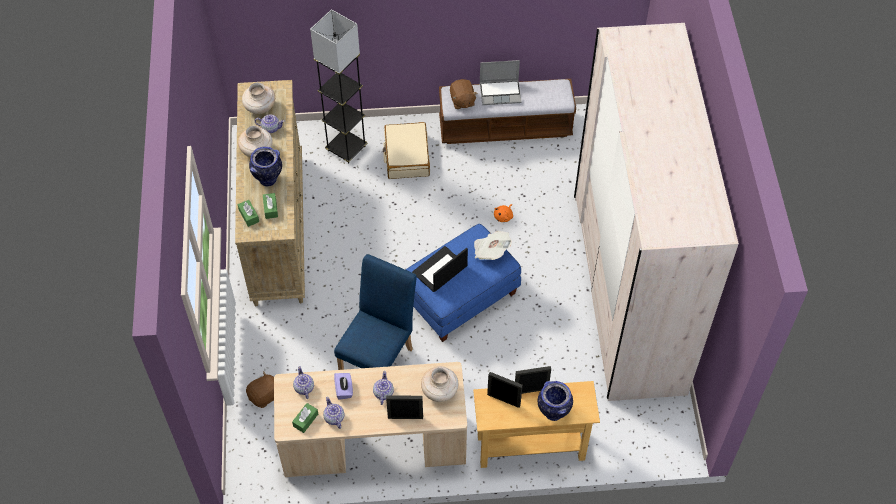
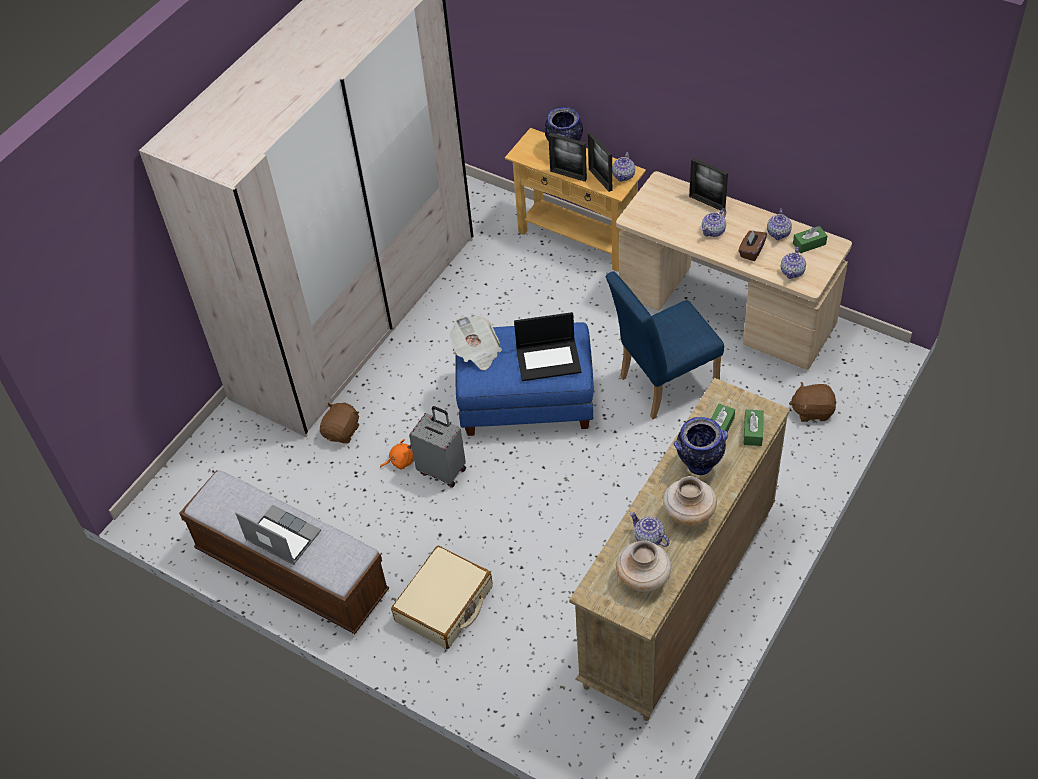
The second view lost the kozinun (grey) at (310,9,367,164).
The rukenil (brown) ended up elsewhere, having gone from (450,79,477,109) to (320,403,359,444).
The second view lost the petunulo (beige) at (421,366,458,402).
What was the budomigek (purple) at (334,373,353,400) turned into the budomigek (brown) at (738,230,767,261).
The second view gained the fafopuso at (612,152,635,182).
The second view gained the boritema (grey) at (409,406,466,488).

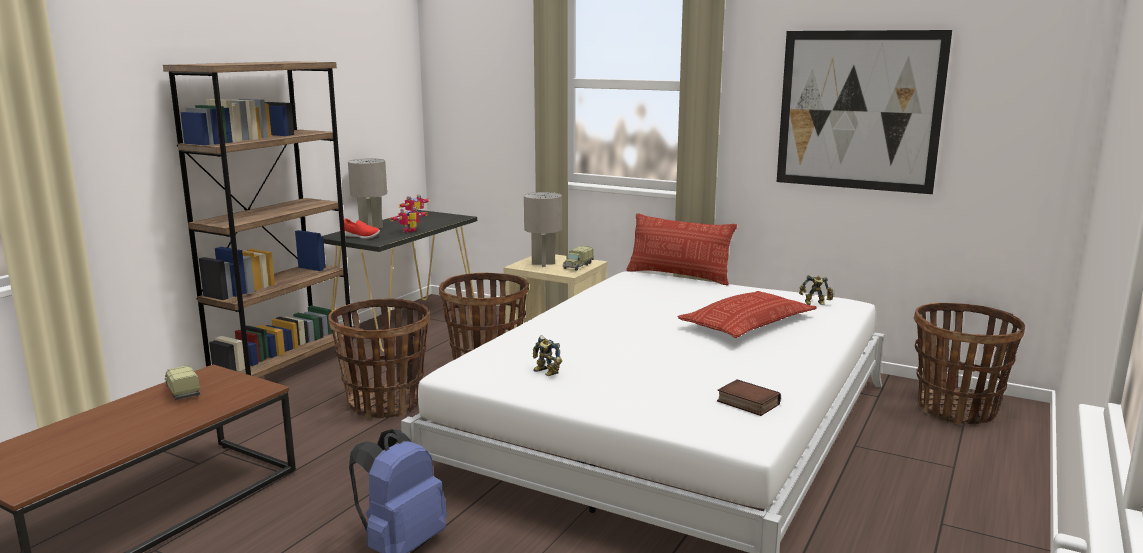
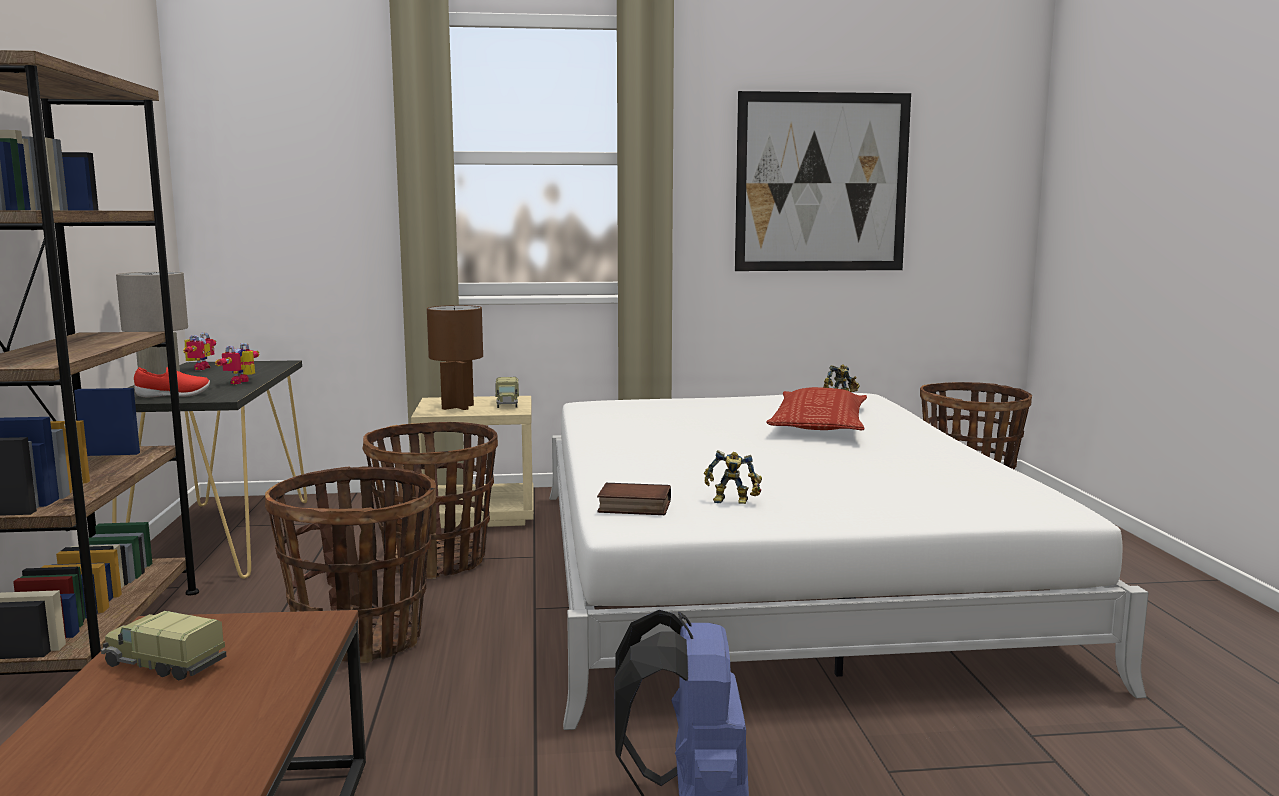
What was the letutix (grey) at (524,192,562,267) turned into the letutix (brown) at (427,305,483,410).
The second view lost the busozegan at (626,213,737,285).
The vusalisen ended up elsewhere, having gone from (717,379,781,416) to (597,483,671,515).

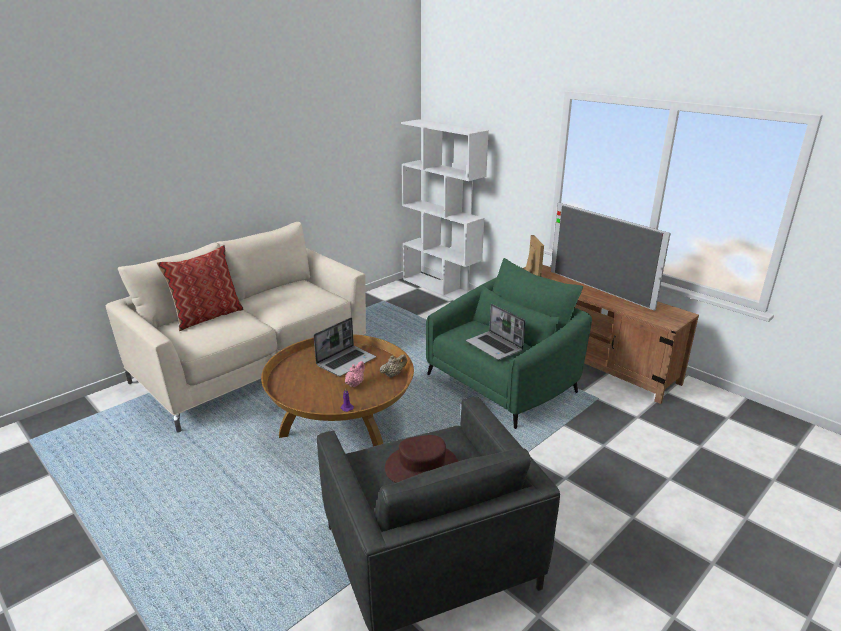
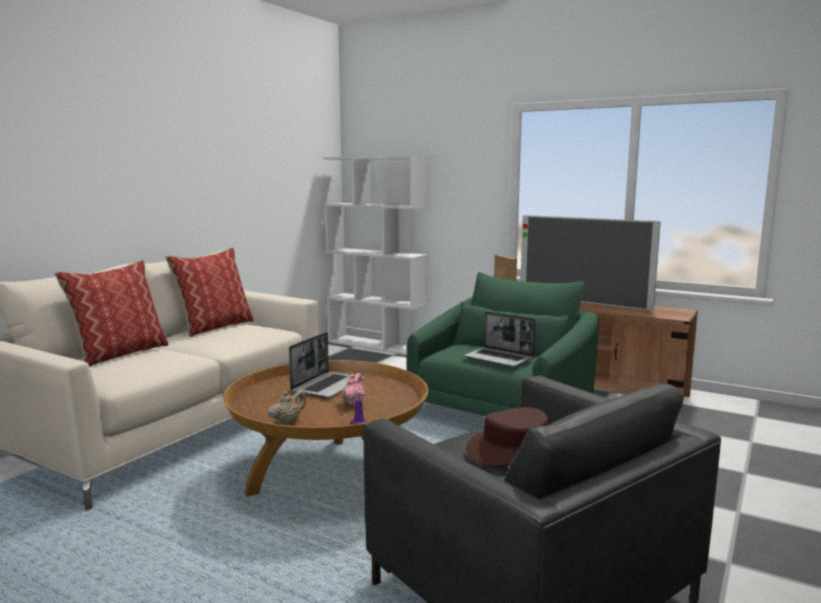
The fafopuso (beige) ended up elsewhere, having gone from (380,354,407,378) to (268,390,306,425).
The second view gained the busozegan at (165,248,254,337).

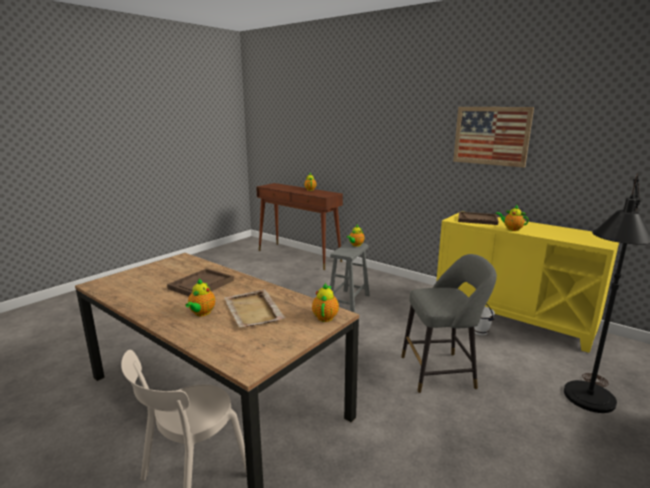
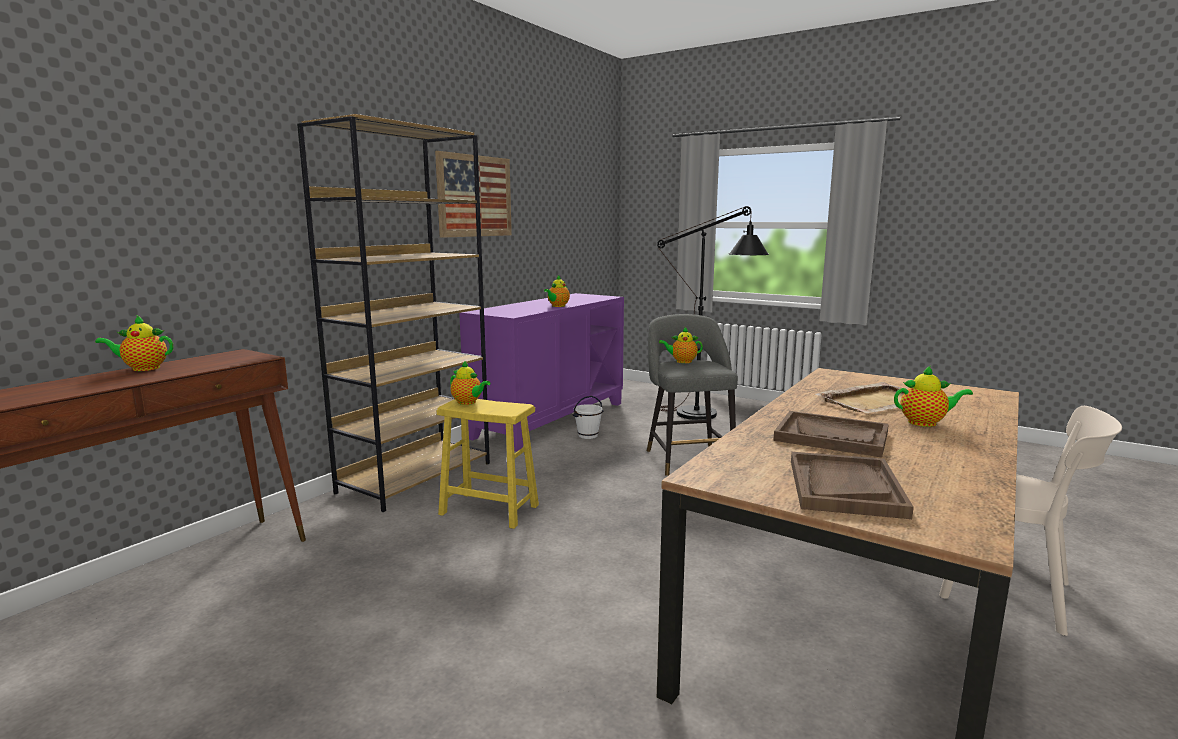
What was the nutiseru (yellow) at (436,211,619,353) turned into the nutiseru (purple) at (459,293,624,452).
The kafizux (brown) ended up elsewhere, having gone from (458,212,499,225) to (791,452,914,519).
What was the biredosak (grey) at (330,241,370,312) turned into the biredosak (yellow) at (437,399,539,529).
The fafopuso ended up elsewhere, having gone from (312,283,339,322) to (659,326,703,363).
The second view gained the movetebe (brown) at (297,114,490,512).

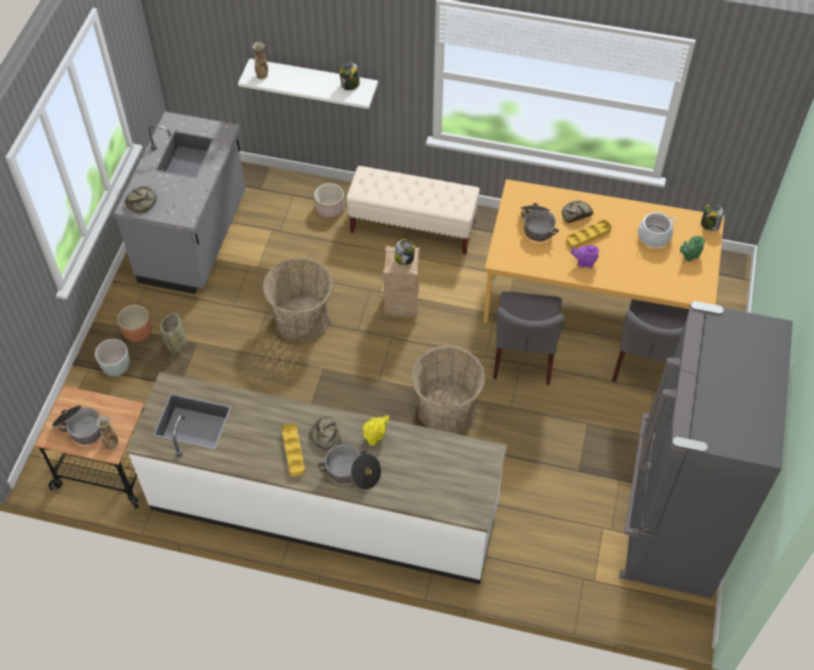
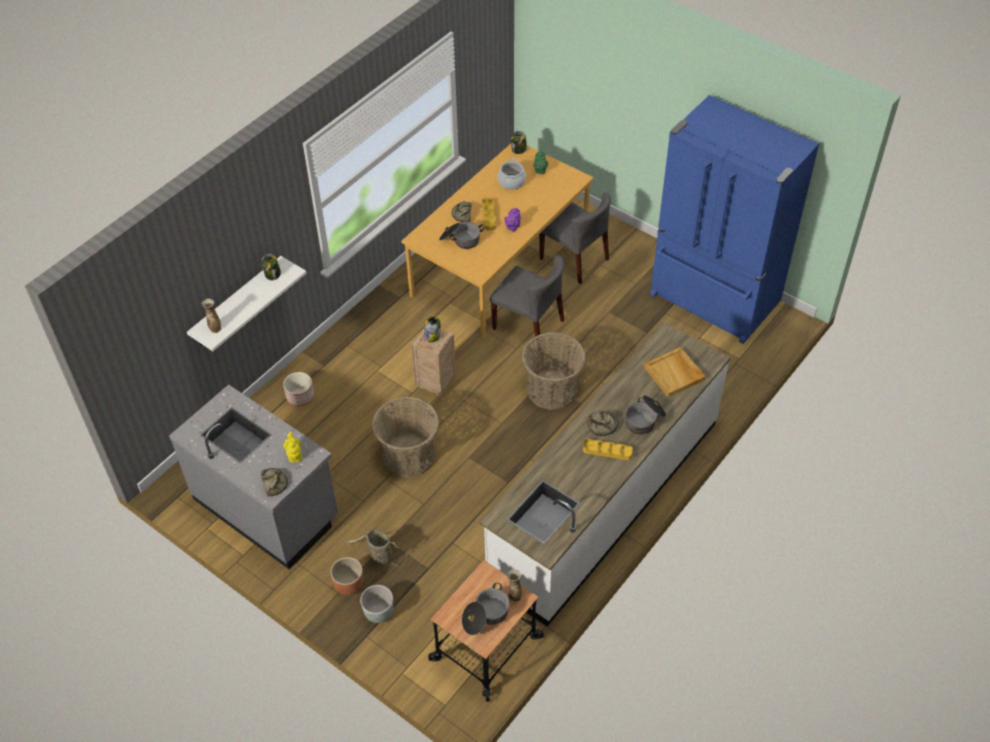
The second view lost the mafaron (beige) at (346,166,480,254).
What was the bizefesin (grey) at (619,301,793,598) turned into the bizefesin (blue) at (650,95,819,344).
The fafopuso (yellow) ended up elsewhere, having gone from (363,415,389,445) to (283,432,302,463).
The second view gained the kafizux (beige) at (644,347,706,397).

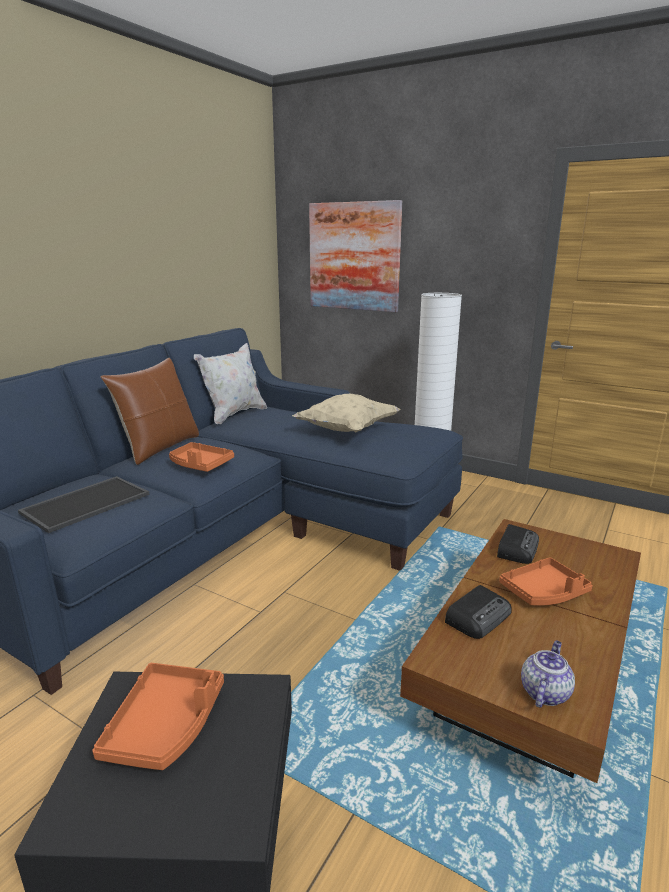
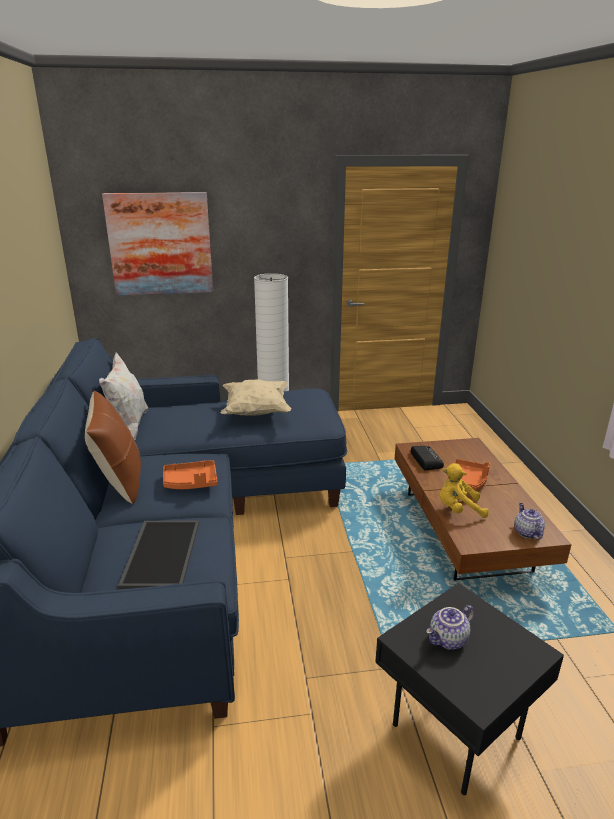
Where the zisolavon stood at (445,585,512,639), the rukenil (yellow) came to stand at (440,463,489,518).
Where the kafizux (orange) stood at (92,663,224,770), the fafopuso came to stand at (426,605,474,650).

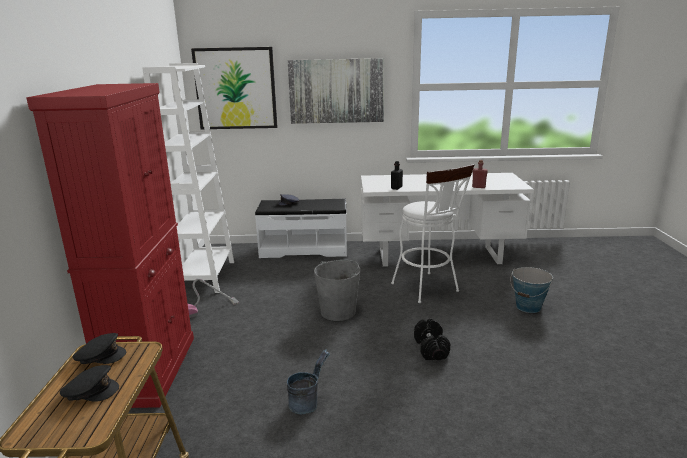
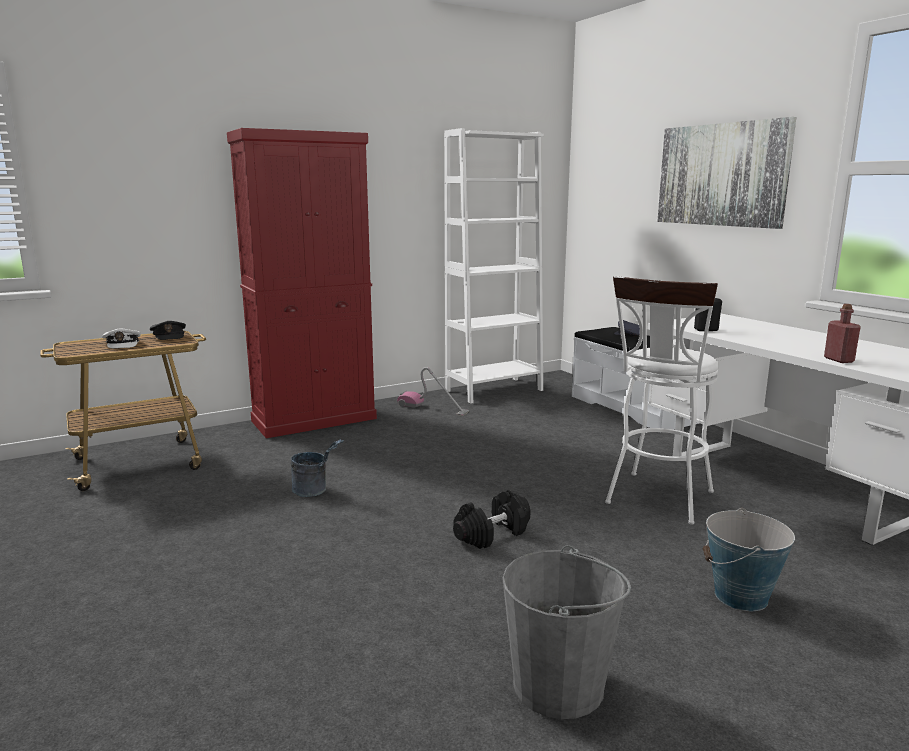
The second view lost the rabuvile at (191,47,277,129).
The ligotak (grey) ended up elsewhere, having gone from (314,260,361,321) to (502,545,631,719).
What was the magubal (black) at (60,365,119,402) turned into the magubal (white) at (102,329,141,348).

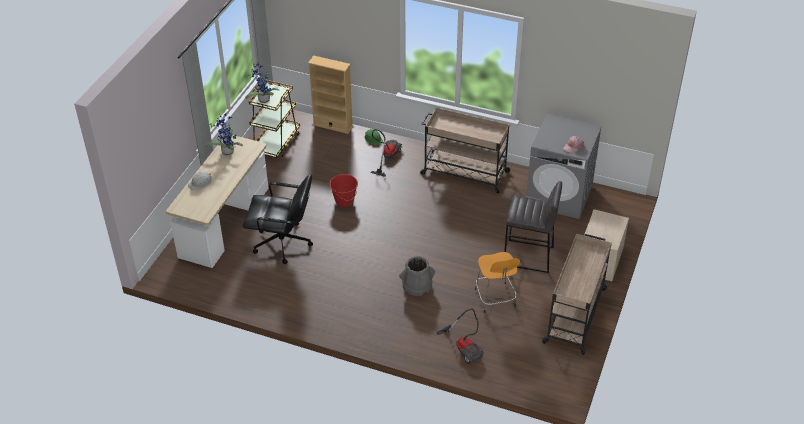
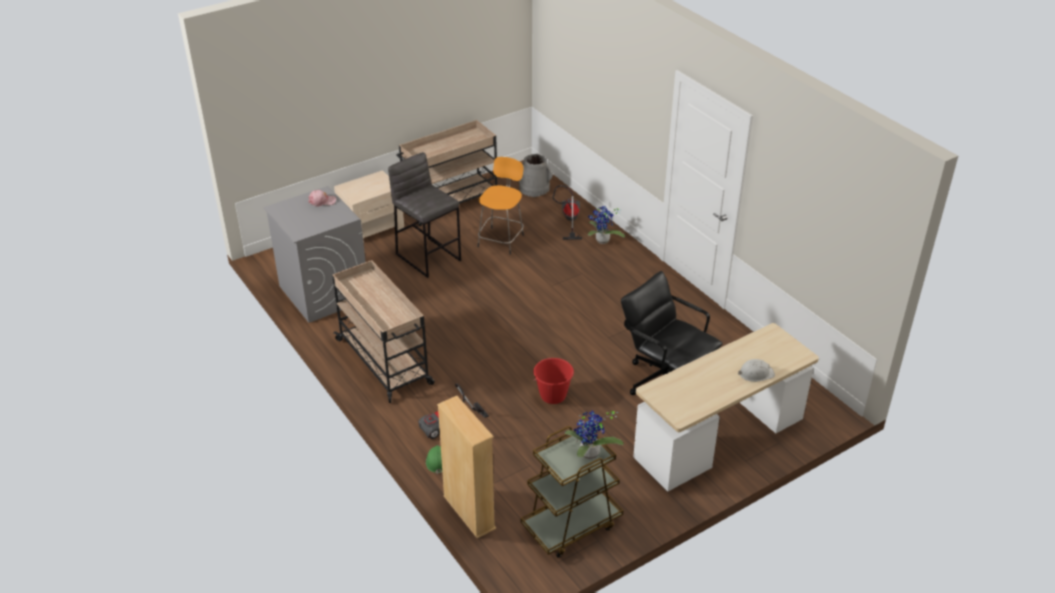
The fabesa ended up elsewhere, having gone from (206,114,243,156) to (588,206,625,244).
The ligotak (grey) ended up elsewhere, having gone from (399,256,435,296) to (519,154,553,197).

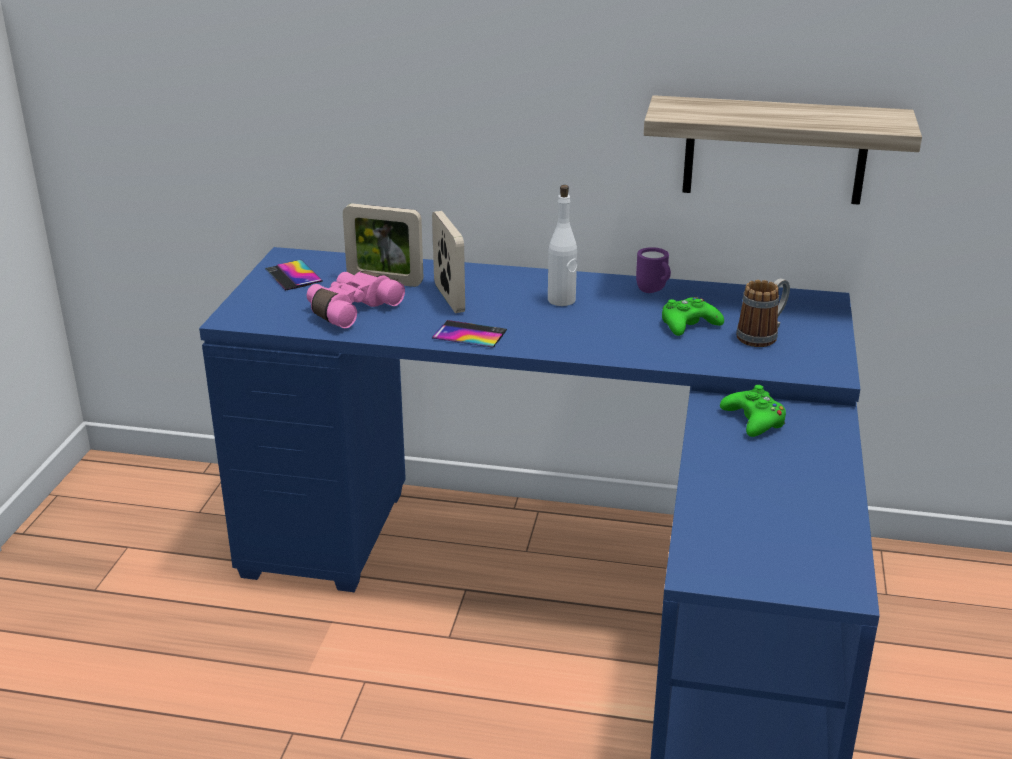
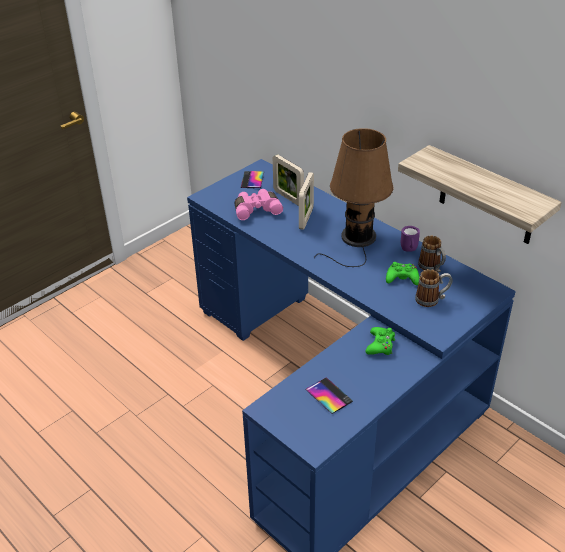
Where the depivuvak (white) stood at (548,185,578,306), the letutix (brown) came to stand at (314,128,393,267).
The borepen ended up elsewhere, having gone from (432,320,507,348) to (305,377,353,414).
The second view gained the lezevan at (418,235,446,273).

